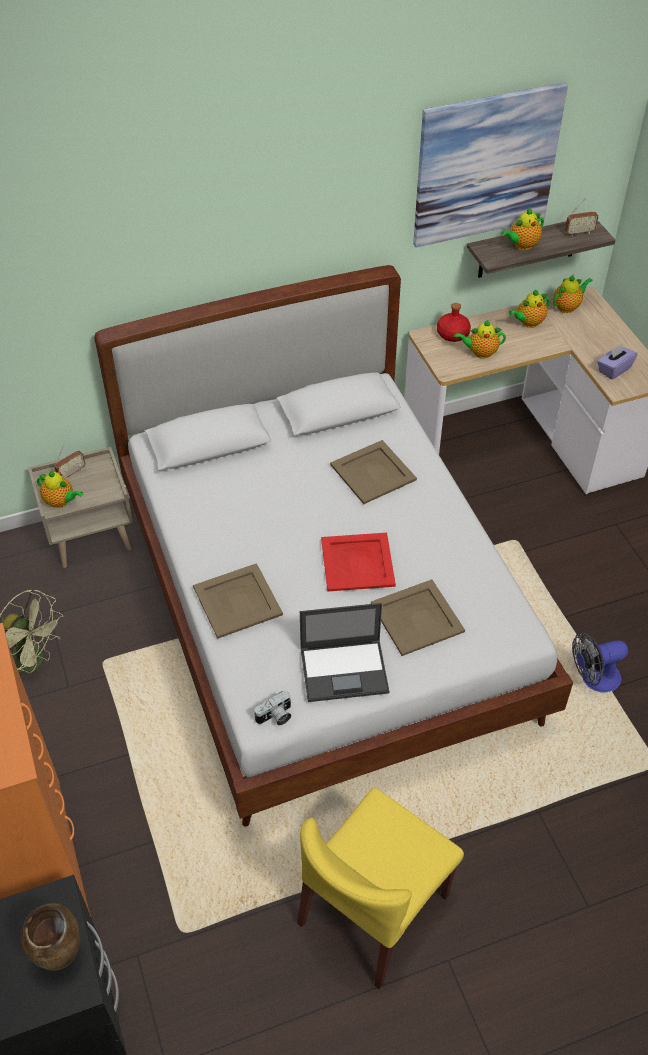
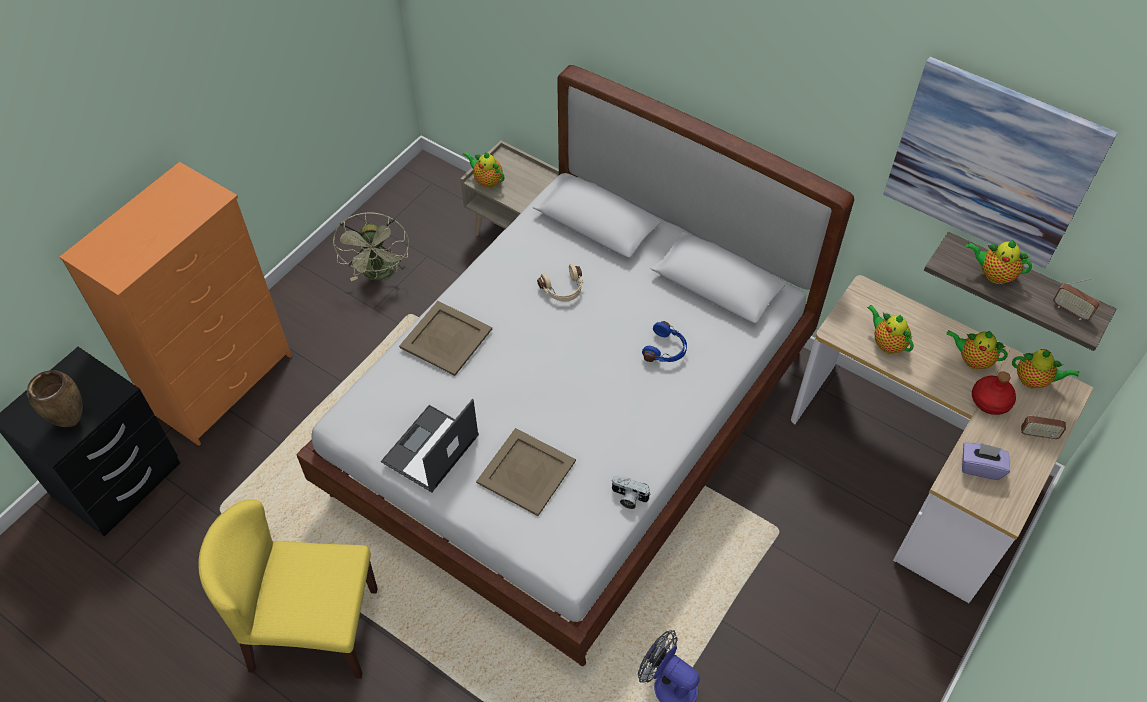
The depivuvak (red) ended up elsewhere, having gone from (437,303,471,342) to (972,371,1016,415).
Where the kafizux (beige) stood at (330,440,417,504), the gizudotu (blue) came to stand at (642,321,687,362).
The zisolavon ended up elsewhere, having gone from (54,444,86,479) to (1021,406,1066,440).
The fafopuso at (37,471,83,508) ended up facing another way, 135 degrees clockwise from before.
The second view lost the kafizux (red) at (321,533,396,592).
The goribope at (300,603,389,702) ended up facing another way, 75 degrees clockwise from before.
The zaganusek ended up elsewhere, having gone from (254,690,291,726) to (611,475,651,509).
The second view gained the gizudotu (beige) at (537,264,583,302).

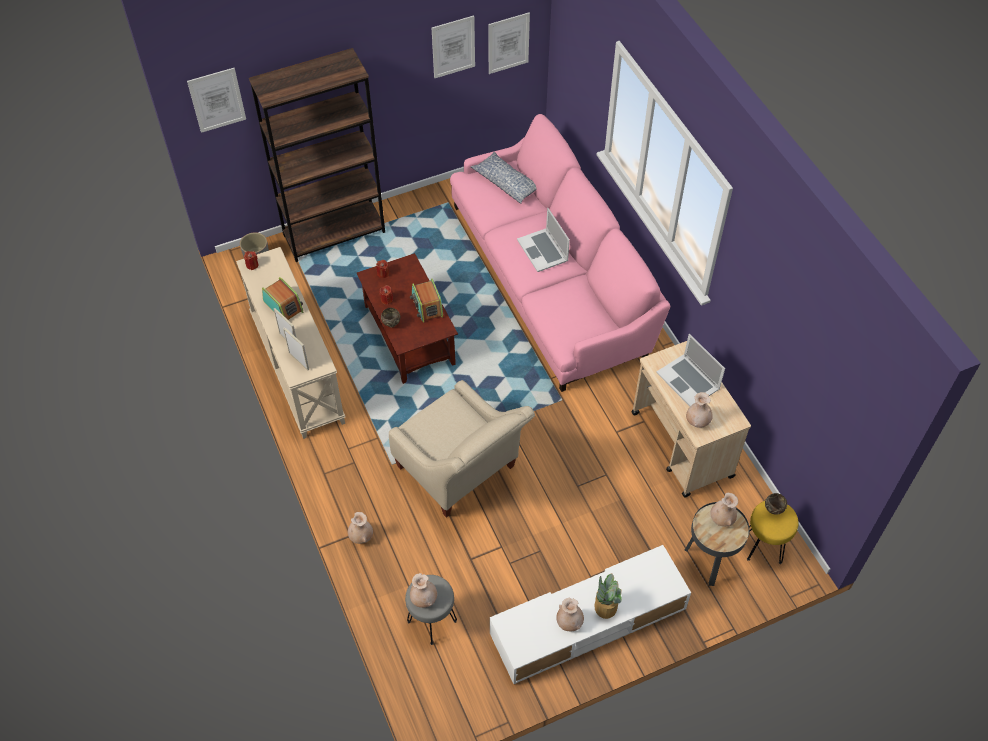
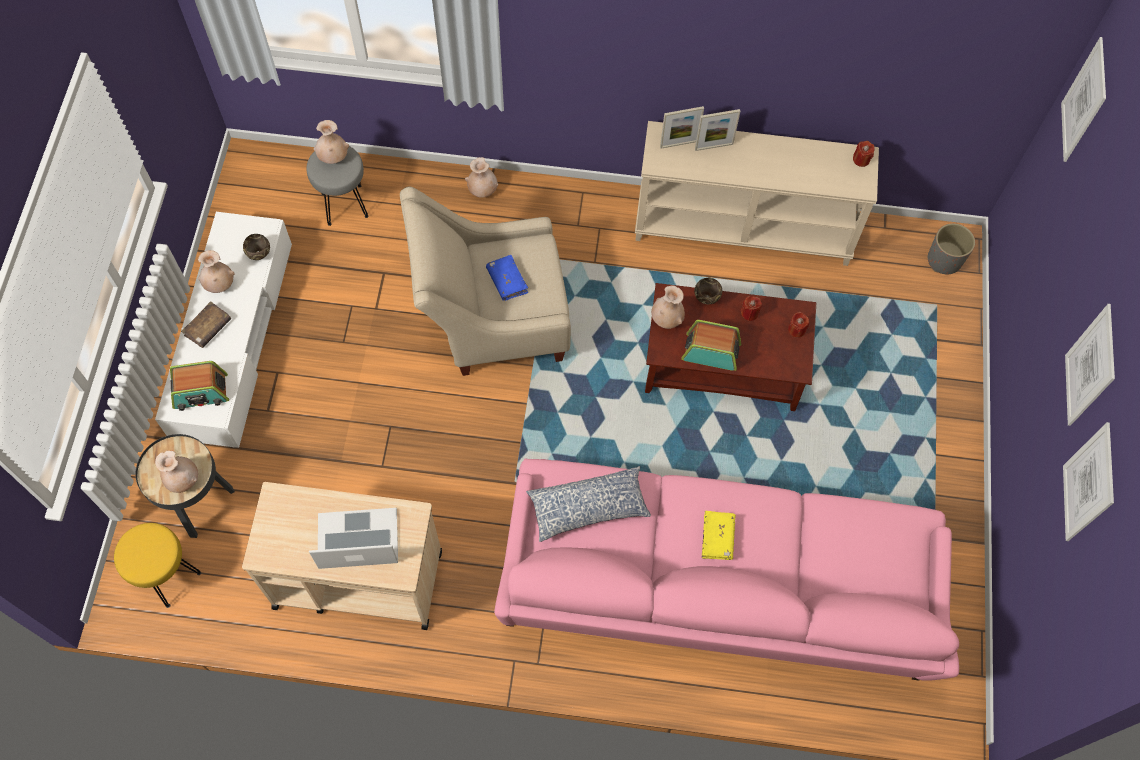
The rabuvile ended up elsewhere, having gone from (488,12,530,74) to (1065,304,1115,426).
The second view lost the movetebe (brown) at (249,48,385,262).
The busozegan ended up elsewhere, having gone from (471,152,537,204) to (526,466,651,542).
Where the goribope stood at (517,208,570,272), the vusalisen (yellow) came to stand at (702,511,736,560).
The zisolavon ended up elsewhere, having gone from (262,277,303,320) to (170,361,229,411).
The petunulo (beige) ended up elsewhere, having gone from (686,392,713,428) to (651,285,685,329).
The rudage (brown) ended up elsewhere, having gone from (765,493,787,515) to (243,234,270,260).
Where the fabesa stood at (594,573,622,619), the vusalisen (brown) came to stand at (181,301,231,348).
The second view gained the vusalisen (blue) at (486,255,528,301).

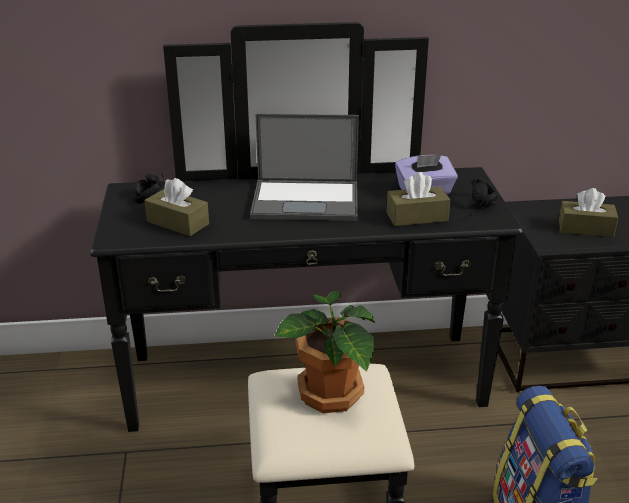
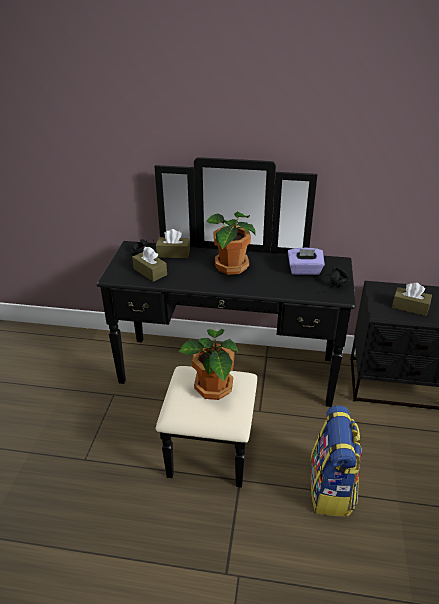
Where the goribope stood at (250,114,359,221), the fabesa came to stand at (206,212,256,275).
The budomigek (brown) ended up elsewhere, having gone from (387,172,450,226) to (156,229,190,258).

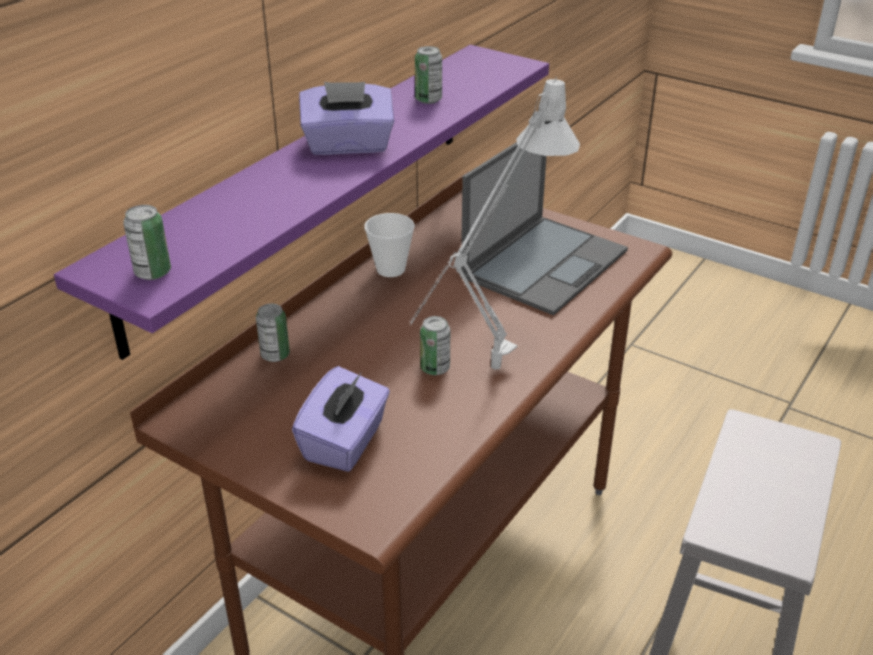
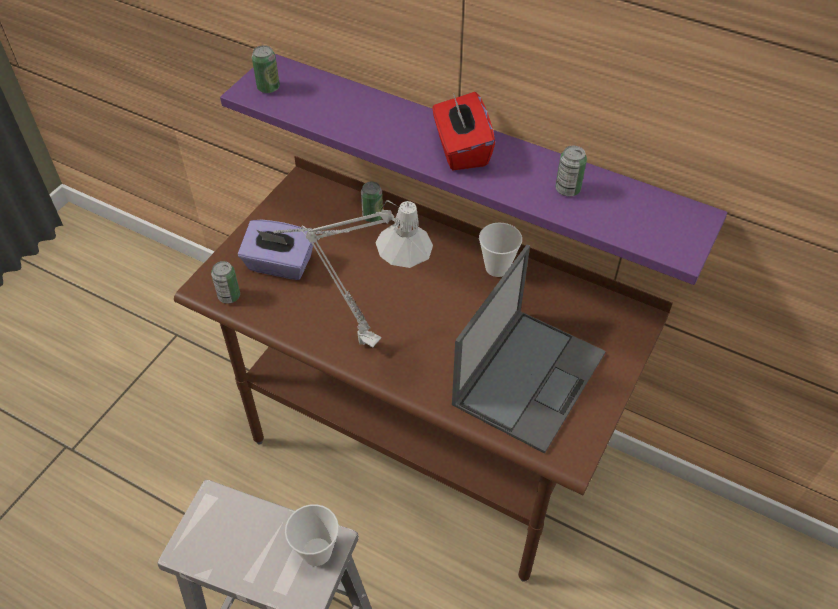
What was the budomigek (purple) at (299,82,394,155) turned into the budomigek (red) at (433,92,495,170).
The goribope at (461,142,628,316) ended up facing another way, 90 degrees counterclockwise from before.
The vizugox ended up elsewhere, having gone from (420,316,450,375) to (211,261,240,304).
The second view gained the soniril at (285,504,339,566).

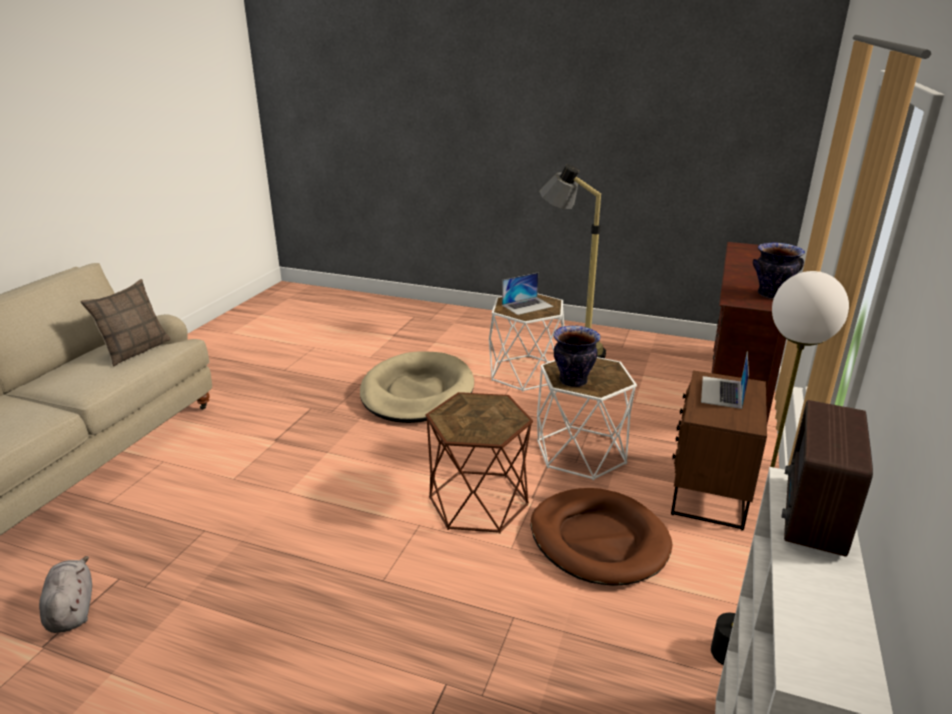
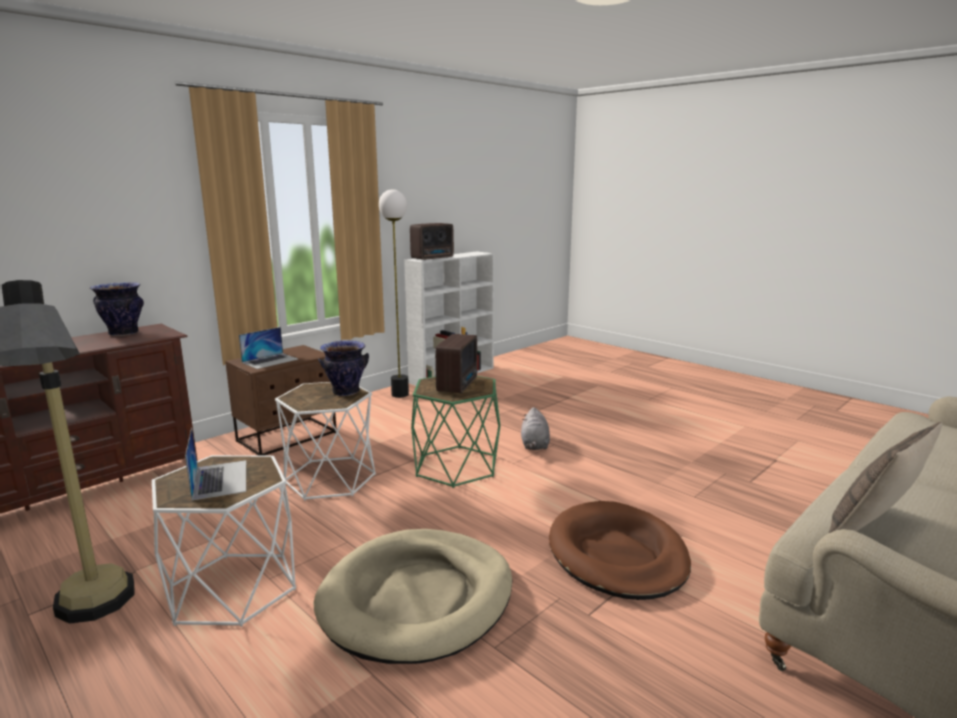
The goribope at (502,273,553,315) ended up facing another way, 75 degrees clockwise from before.
What was the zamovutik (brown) at (426,392,533,534) turned into the zamovutik (green) at (411,376,500,488).
The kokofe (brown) ended up elsewhere, having gone from (531,488,672,586) to (549,501,691,600).
The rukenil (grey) ended up elsewhere, having gone from (39,556,92,633) to (521,407,550,450).
The second view gained the zisolavon at (435,334,478,393).

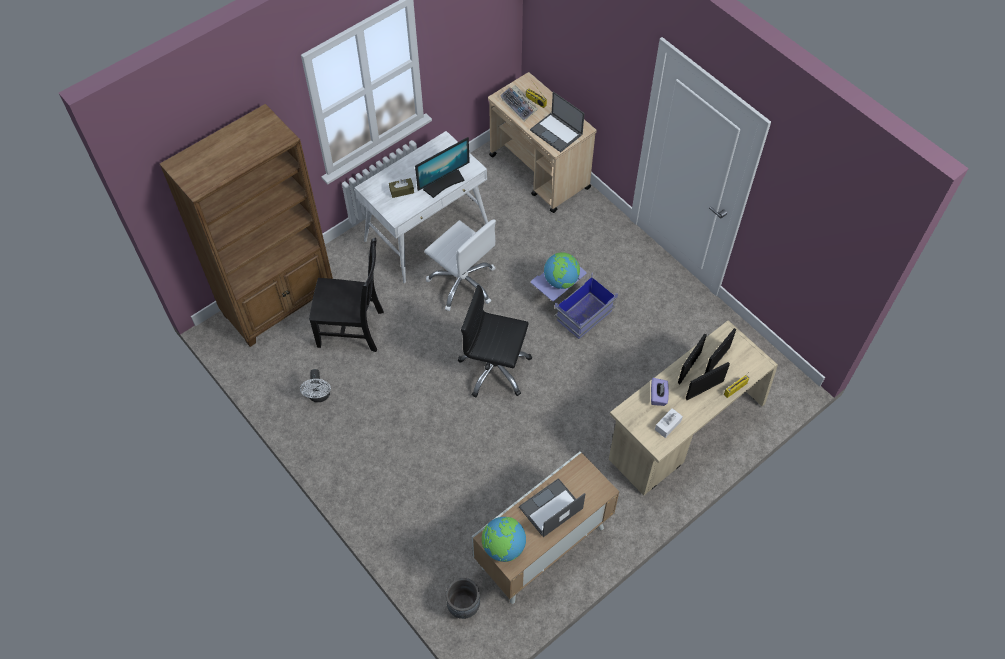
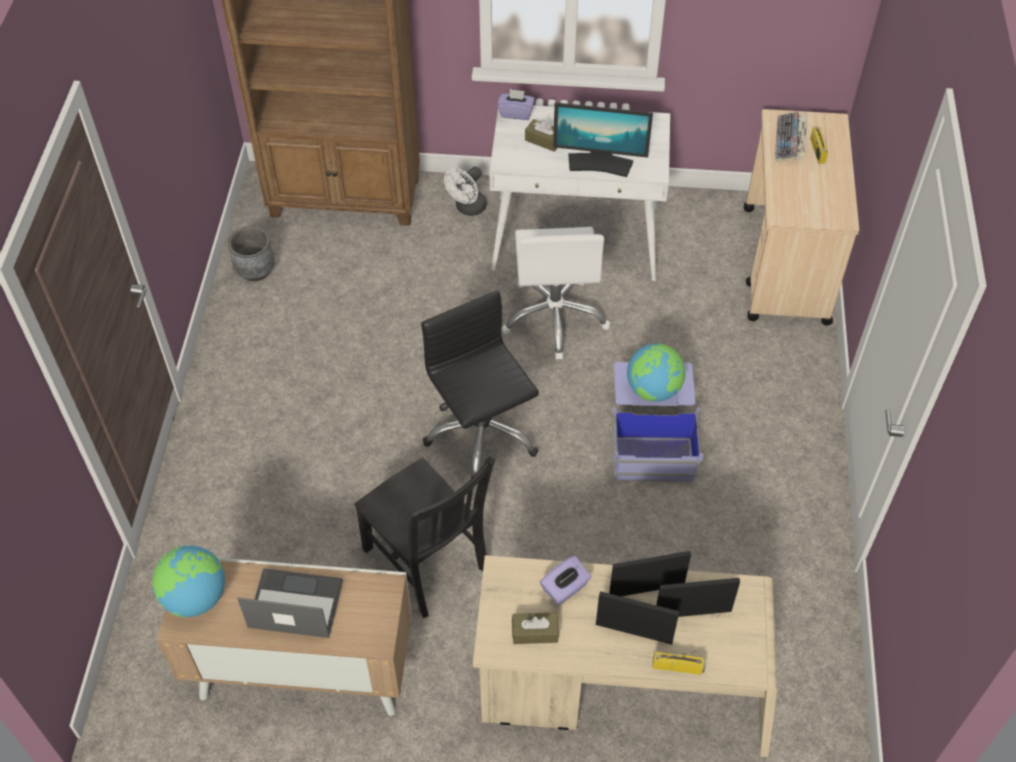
The second view lost the goribope at (530,92,585,152).
The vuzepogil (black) ended up elsewhere, having gone from (309,238,384,352) to (354,457,495,618).
The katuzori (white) ended up elsewhere, having gone from (300,369,331,402) to (444,166,487,216).
What was the budomigek (white) at (655,408,683,438) turned into the budomigek (brown) at (512,612,559,644).
The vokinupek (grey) ended up elsewhere, having gone from (446,578,480,619) to (228,226,275,282).
The second view gained the budomigek (purple) at (497,89,535,120).

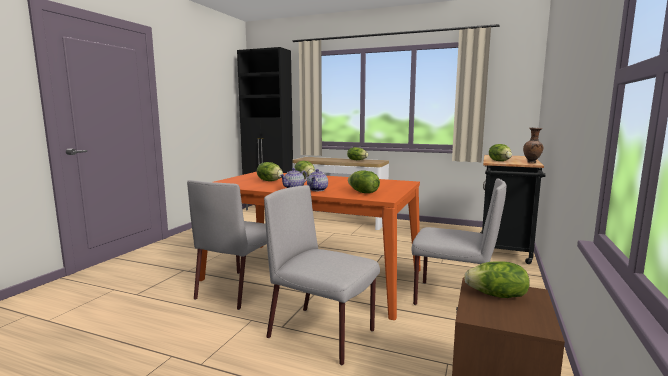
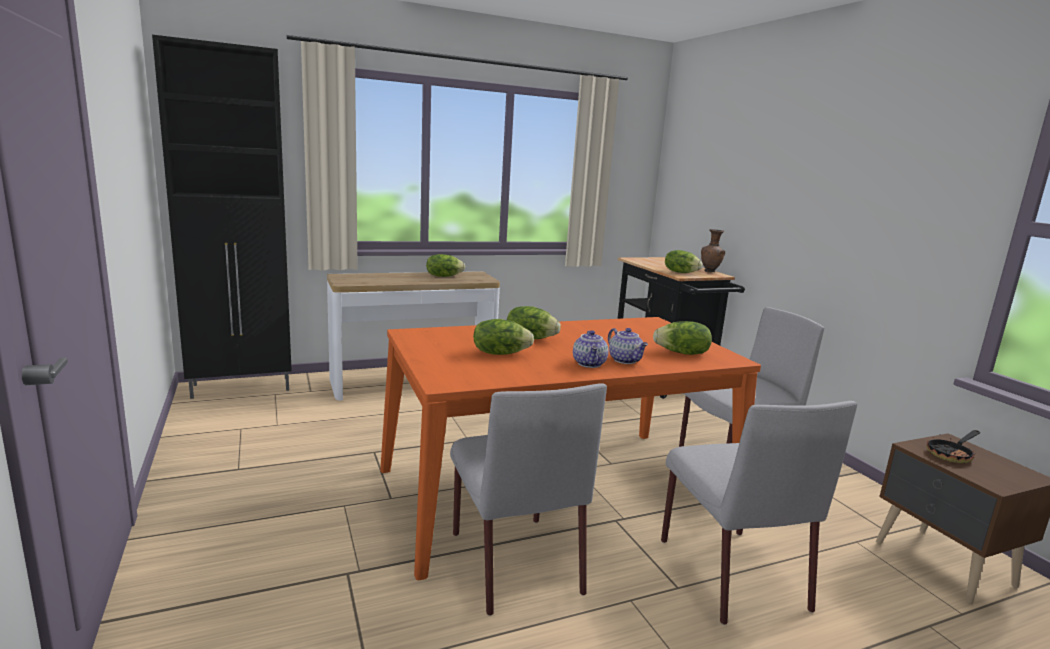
The vuzepogil (grey) at (264,185,380,365) ended up facing another way, 90 degrees counterclockwise from before.
Where the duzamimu stood at (464,261,530,298), the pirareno came to stand at (927,430,980,463).

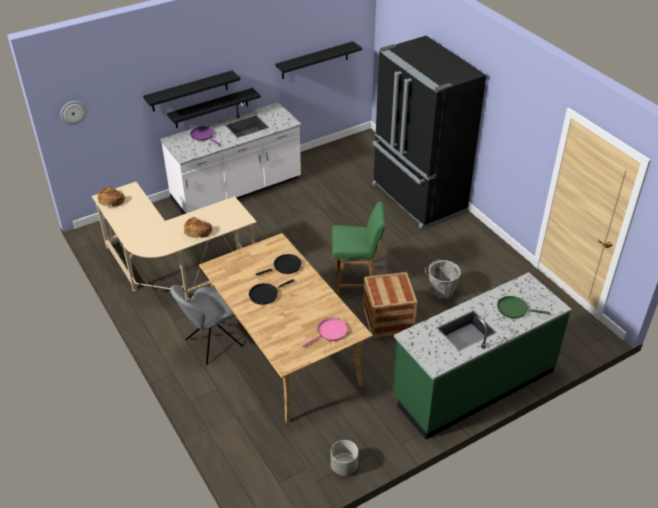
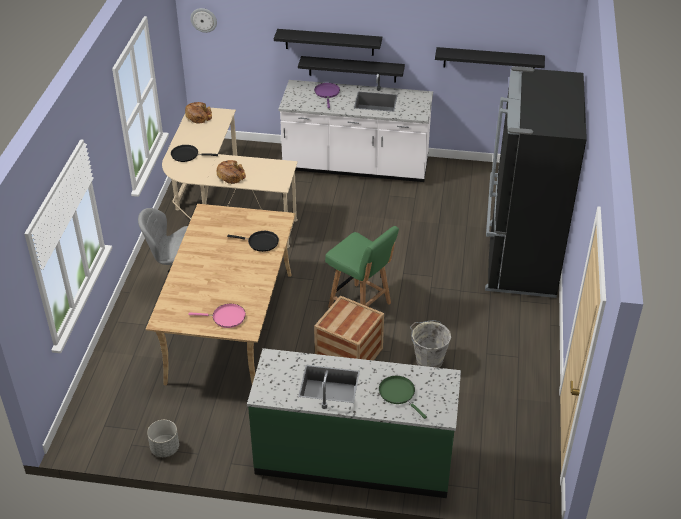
The pirareno (black) ended up elsewhere, having gone from (249,279,294,305) to (171,145,218,162).

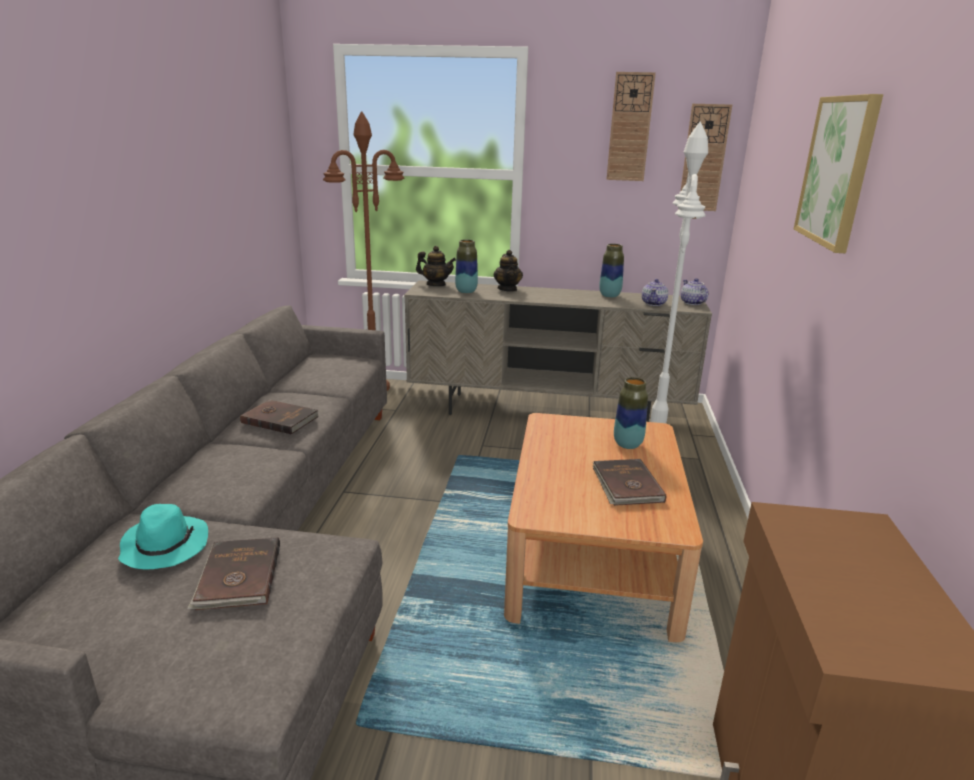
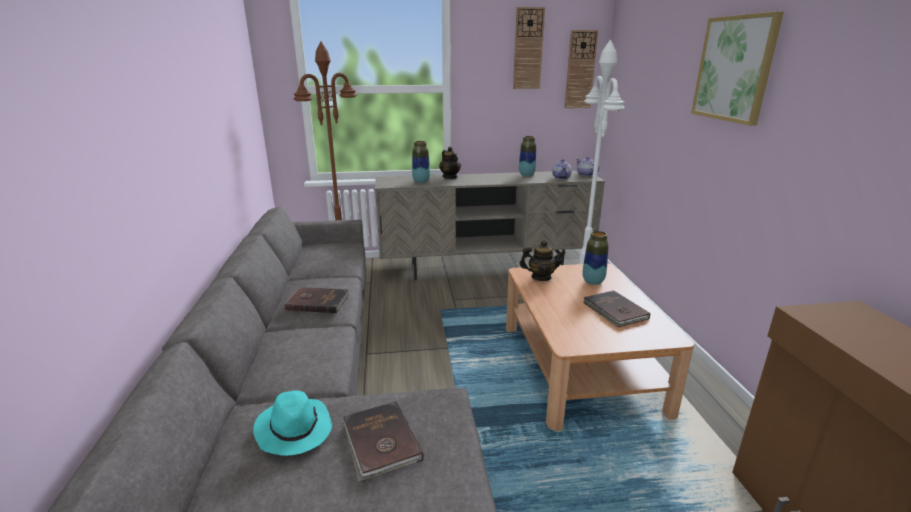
The fafopuso ended up elsewhere, having gone from (416,246,456,286) to (519,240,566,281).

